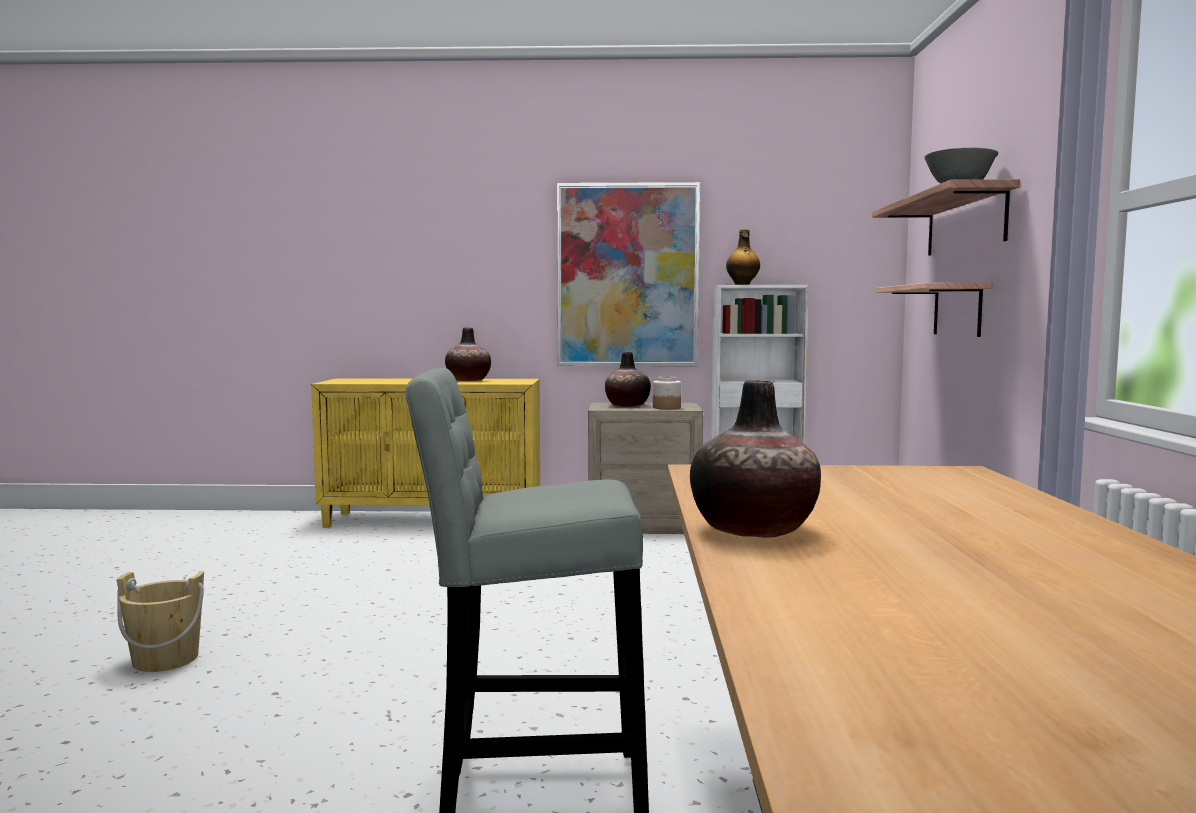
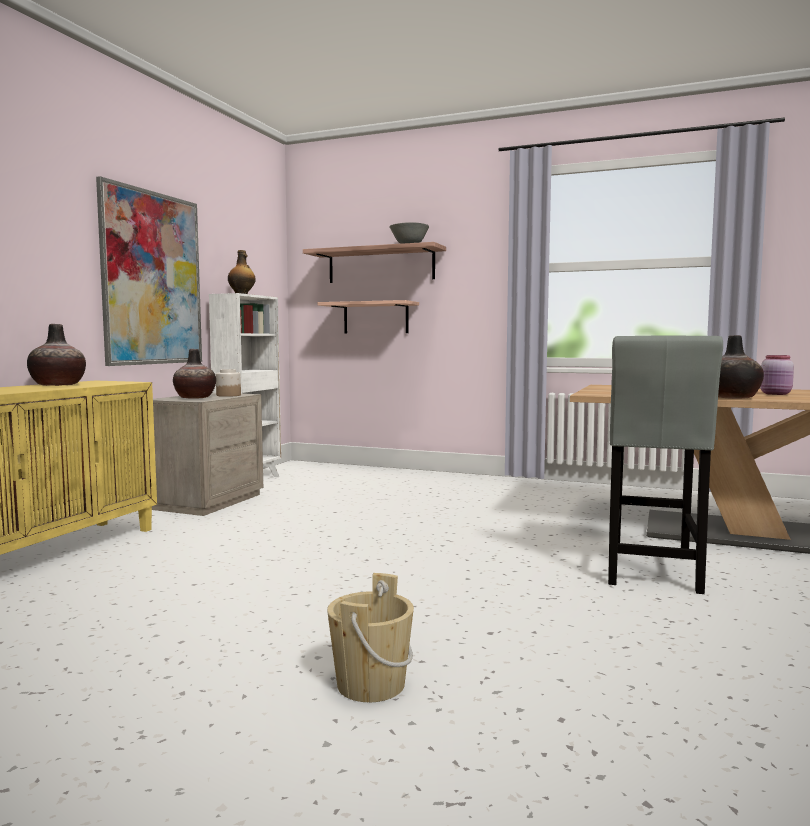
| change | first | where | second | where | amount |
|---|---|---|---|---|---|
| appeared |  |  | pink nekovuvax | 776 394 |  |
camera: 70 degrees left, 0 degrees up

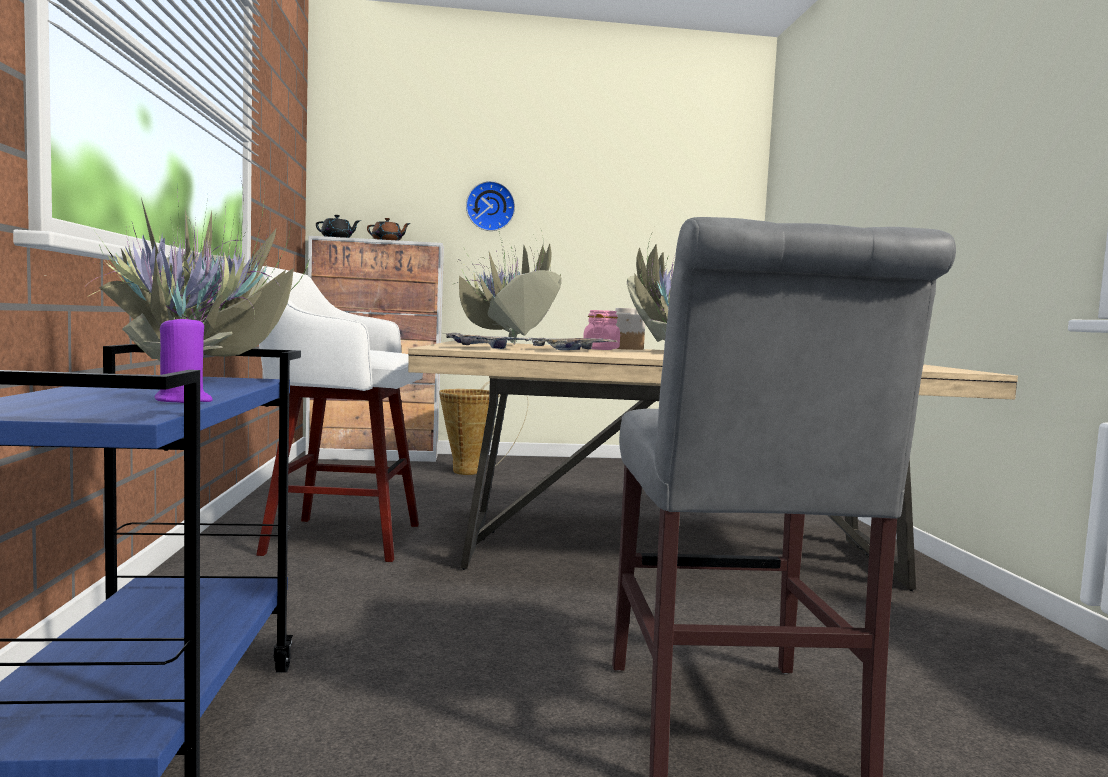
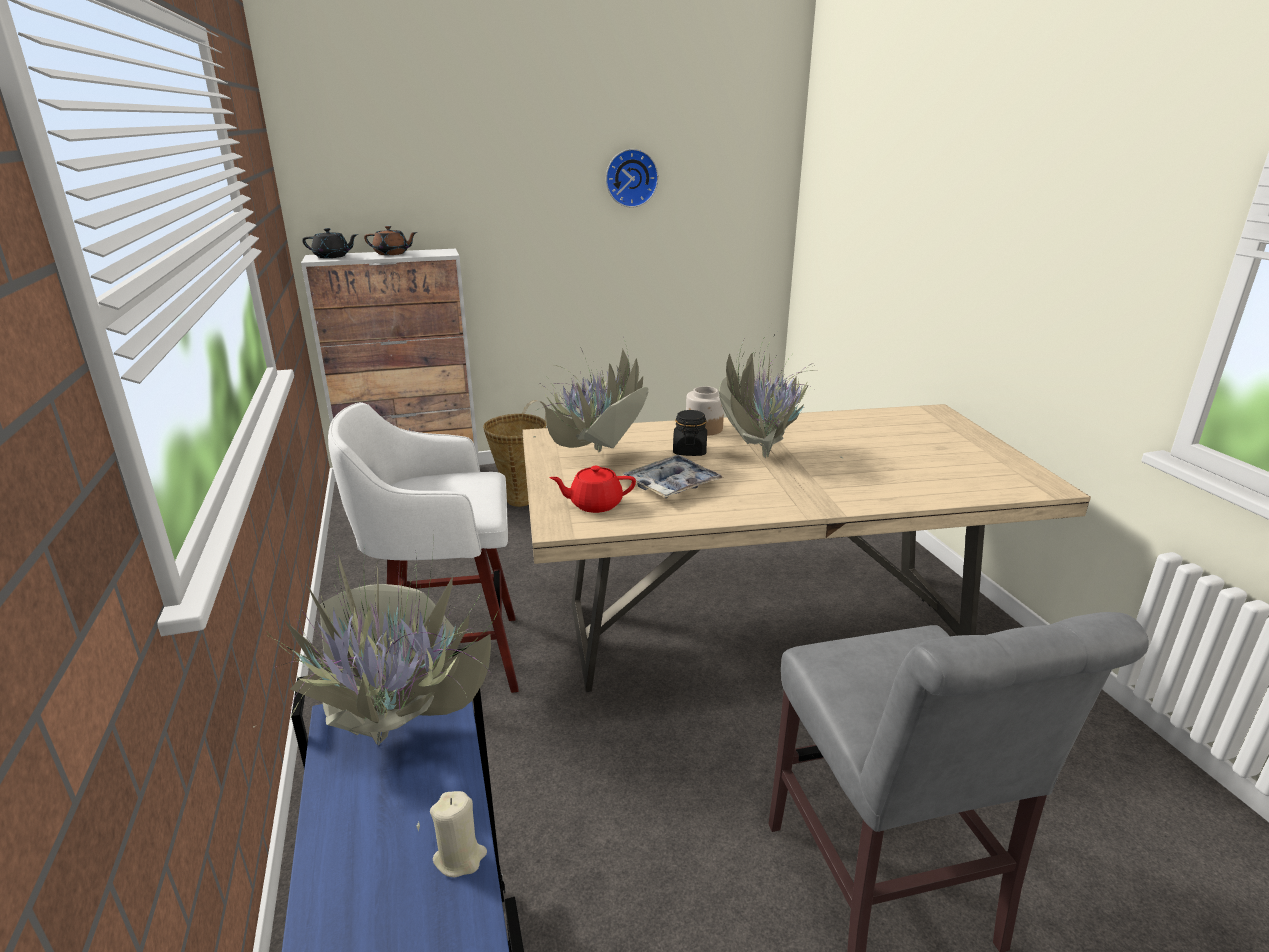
| change | first | where | second | where | amount |
|---|---|---|---|---|---|
| relocated | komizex | 490 206 |  | 630 178 |  |
| exchanged | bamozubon | 485 348 | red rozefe | 595 504 |  |
| colour | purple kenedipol | 183 400 | beige kenedipol | 460 857 |  |
| colour | pink nekovuvax | 601 349 | black nekovuvax | 689 451 |  |
camera: 10 degrees left, 20 degrees up

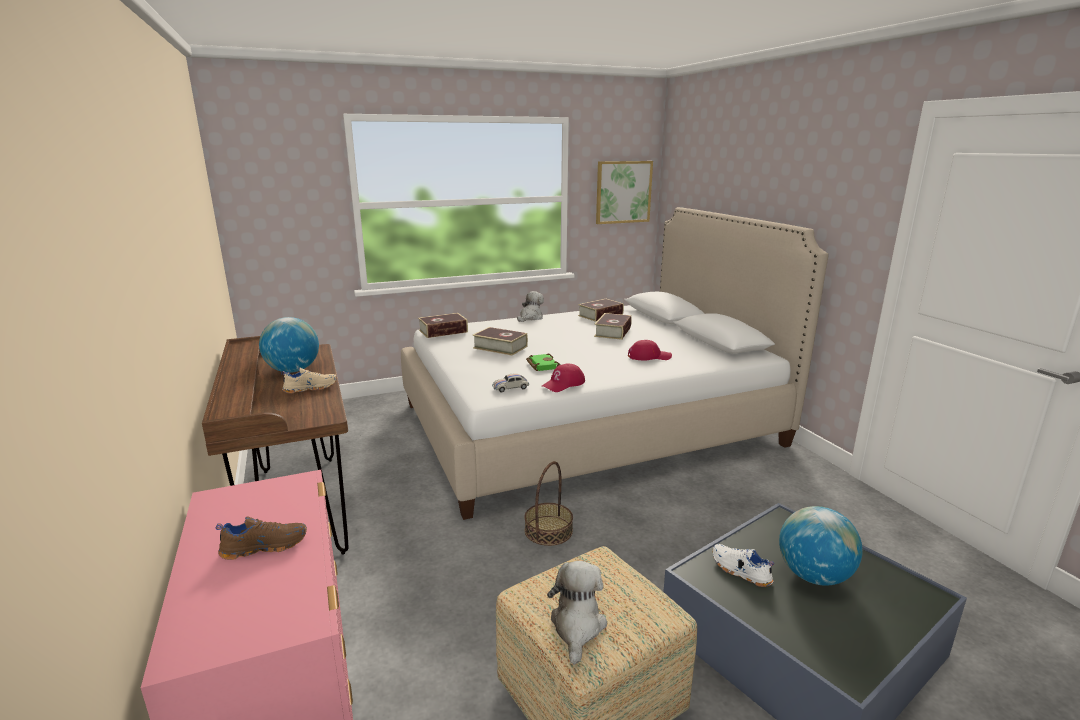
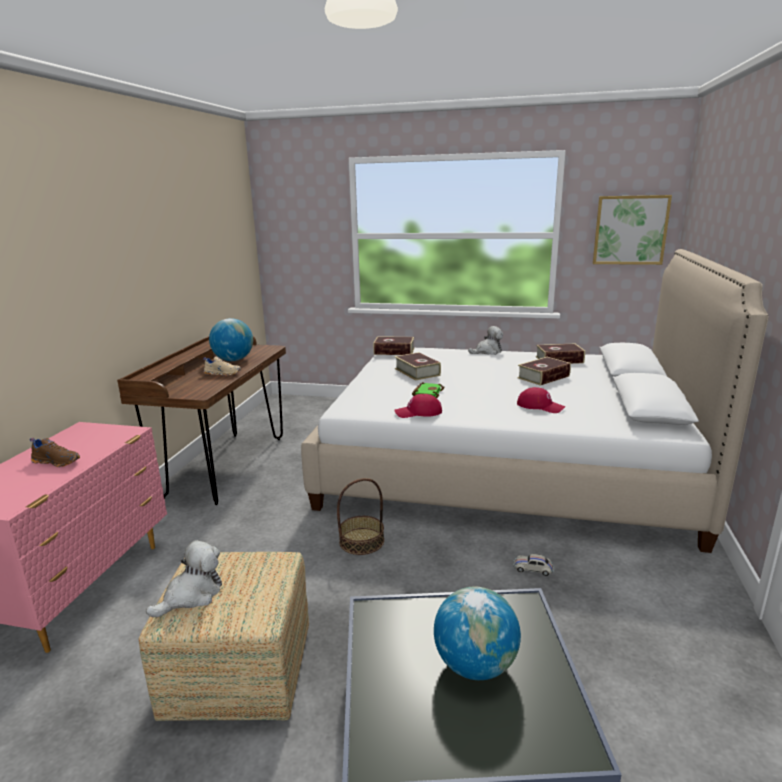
| change | first | where | second | where | amount |
|---|---|---|---|---|---|
| missing | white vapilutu | 740 571 |  |  |  |
| relocated | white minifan | 511 388 |  | 533 569 |  |
camera: 35 degrees right, 0 degrees up

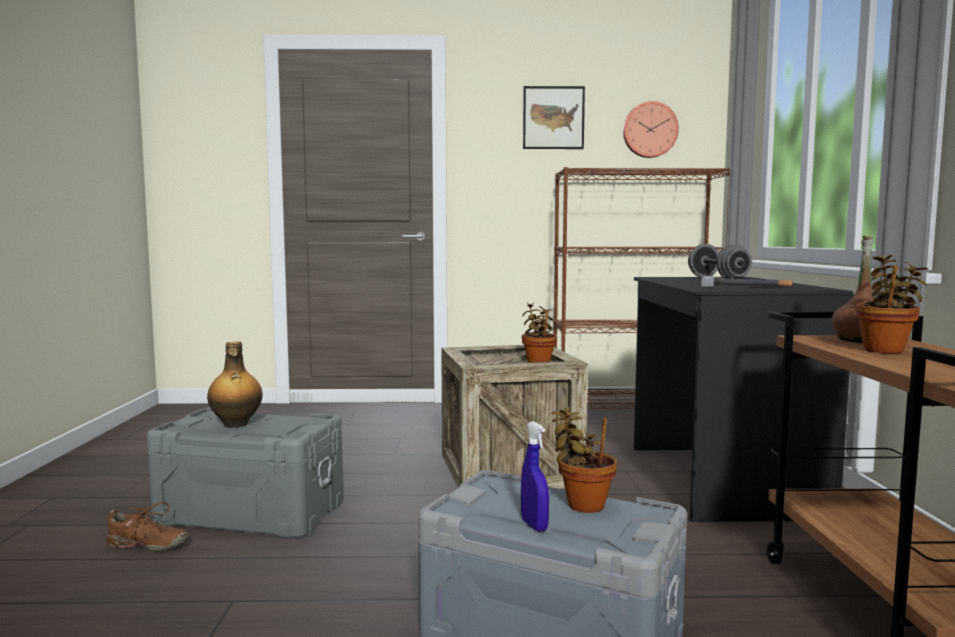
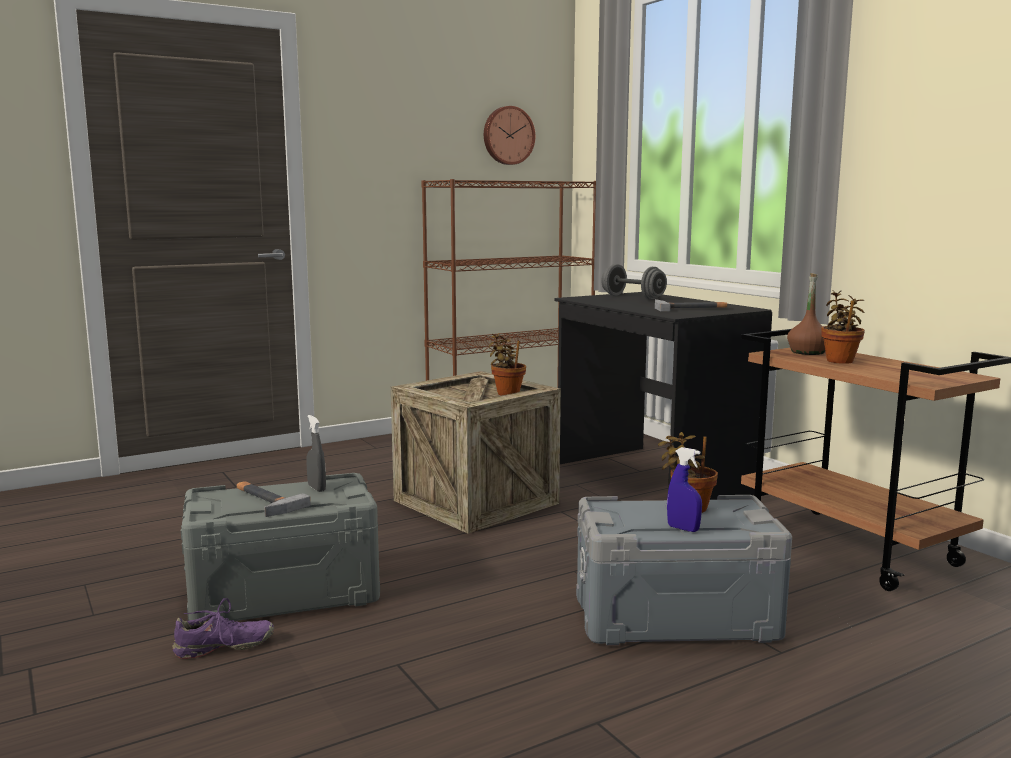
| change | first | where | second | where | amount |
|---|---|---|---|---|---|
| missing | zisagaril | 553 118 |  |  |  |
| appeared |  |  | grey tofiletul | 316 488 |  |
| exchanged | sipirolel | 235 424 | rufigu | 263 500 |  |
| colour | brown vapilutu | 147 545 | purple vapilutu | 224 647 |  |
camera: 30 degrees left, 5 degrees up

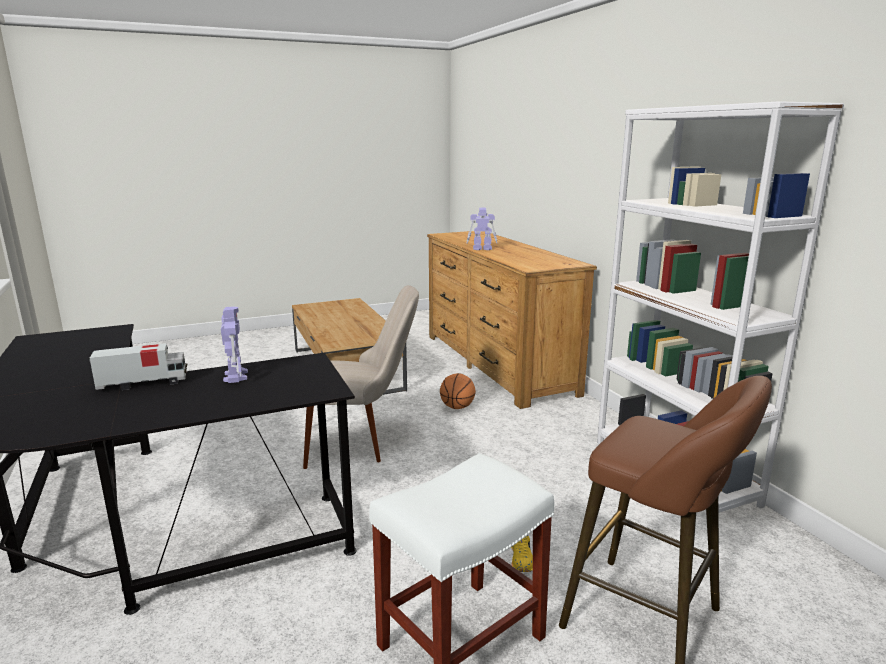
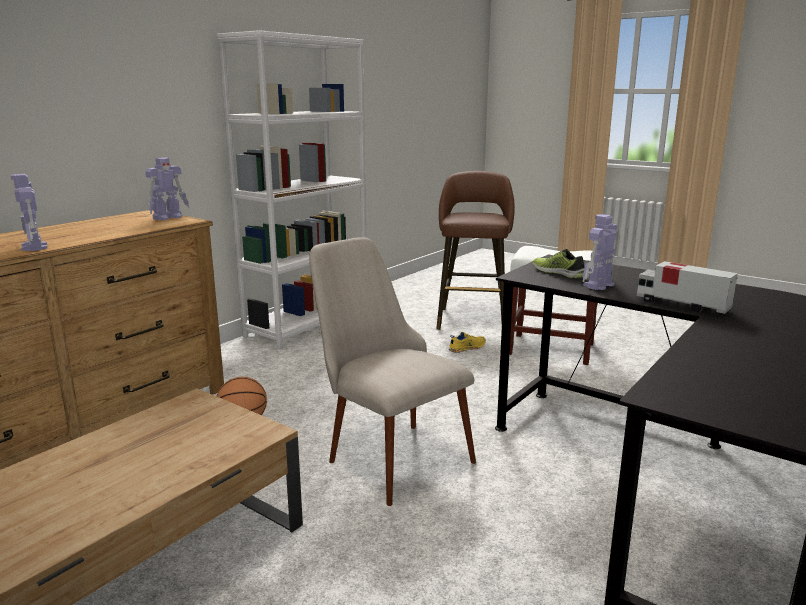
| change | first | where | second | where | amount |
|---|---|---|---|---|---|
| appeared |  |  | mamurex | 168 217 |  |
| appeared |  |  | vapilutu | 559 273 |  |
camera: 120 degrees left, 0 degrees up

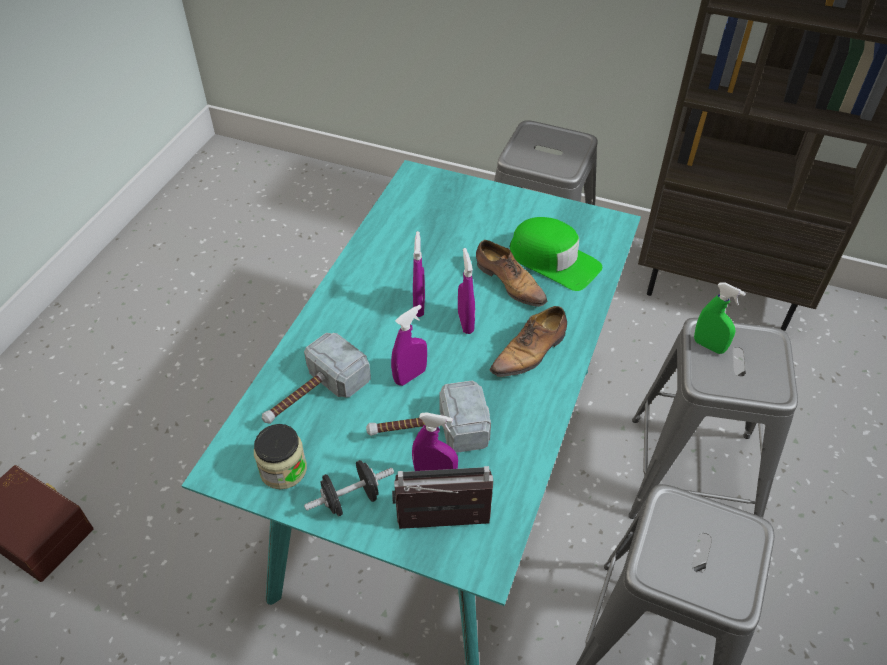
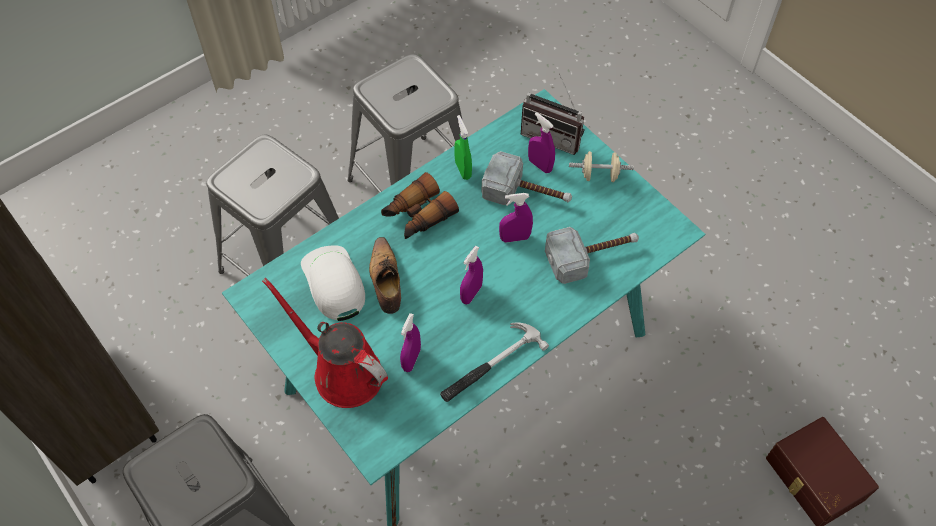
| change | first | where | second | where | amount |
|---|---|---|---|---|---|
| missing | nekovuvax | 283 470 |  |  |  |
| appeared |  |  | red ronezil | 342 371 |  |
| appeared |  |  | rufigu | 490 365 |  |
| relocated | purple tofiletul | 465 322 |  | 411 359 |  |
| relocated | green tofiletul | 709 346 |  | 463 170 |  |
| exchanged | vapilutu | 530 352 | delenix | 418 215 |  |
| colour | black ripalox | 351 499 | beige ripalox | 599 175 |  |
| colour | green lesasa | 553 260 | white lesasa | 334 283 |  |
camera: 150 degrees left, 10 degrees up

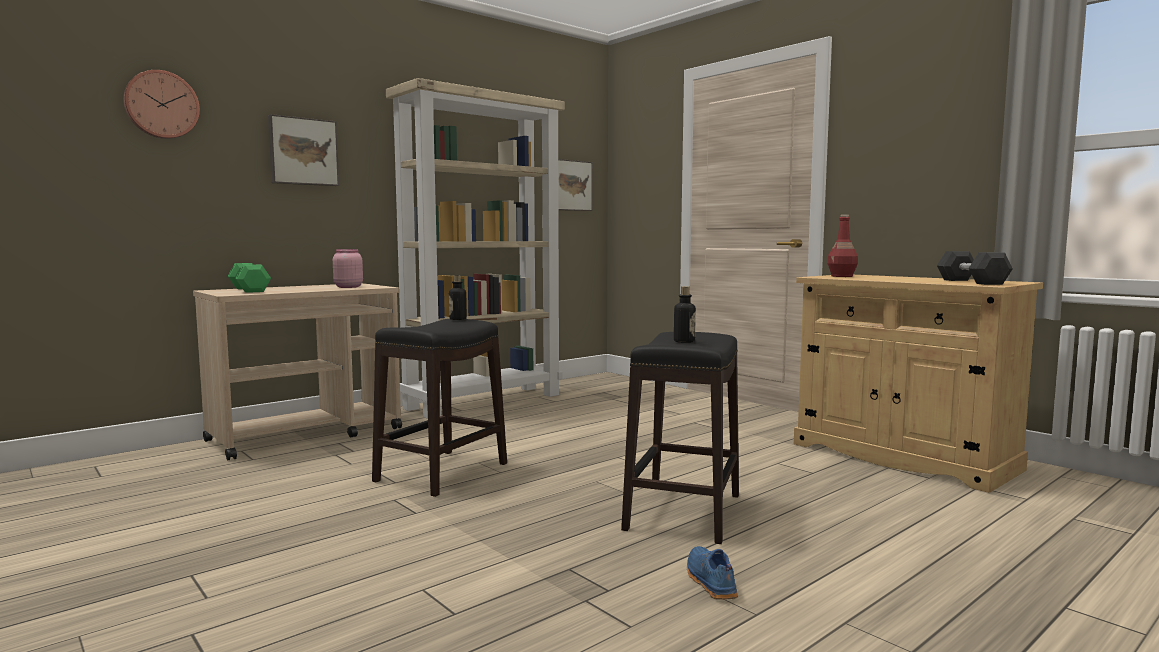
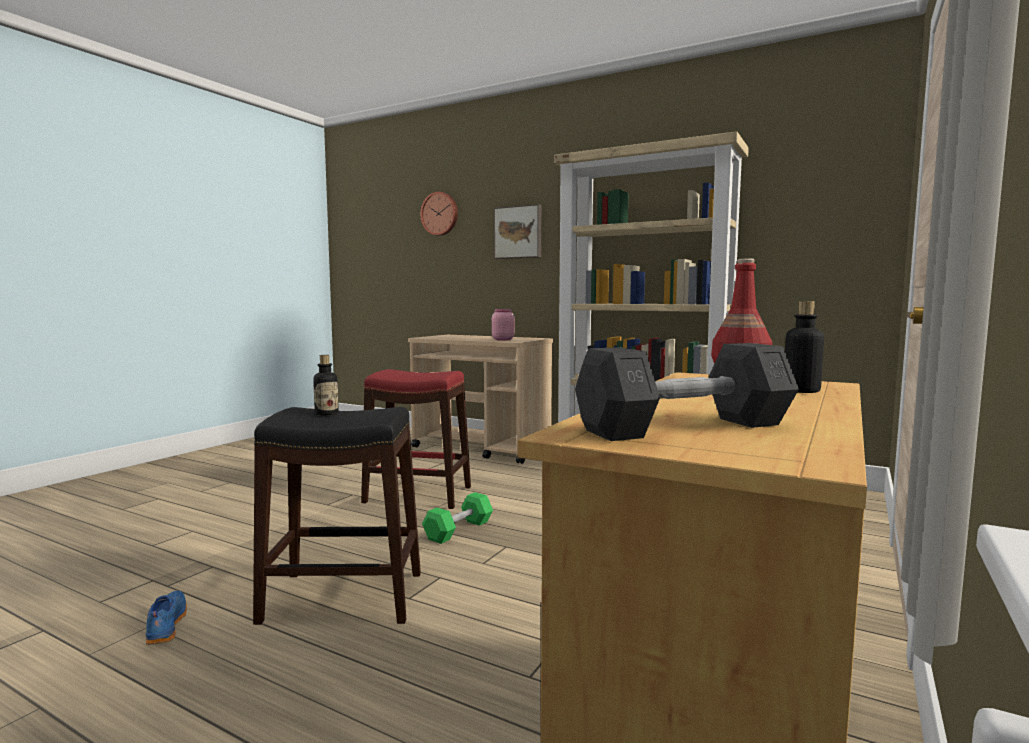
| change | first | where | second | where | amount |
|---|---|---|---|---|---|
| missing | zisagaril | 570 185 |  |  |  |
| relocated | green ripalox | 249 290 |  | 458 530 |  |
| relocated | sipirolel | 458 319 |  | 801 391 |  |
| colour | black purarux | 441 472 | red purarux | 418 494 |  |
| spun | blue vapilutu | 709 582 |  | 165 626 | 75 degrees counterclockwise |
camera: 70 degrees right, 0 degrees up

